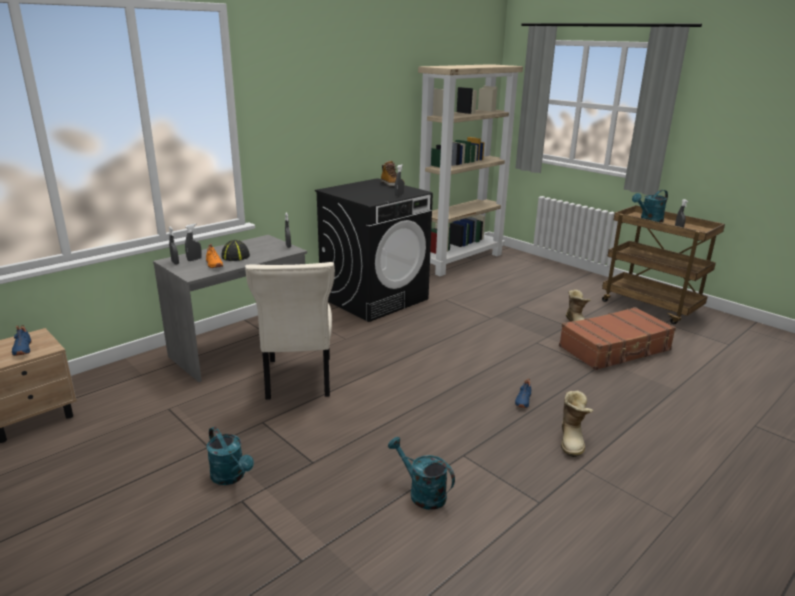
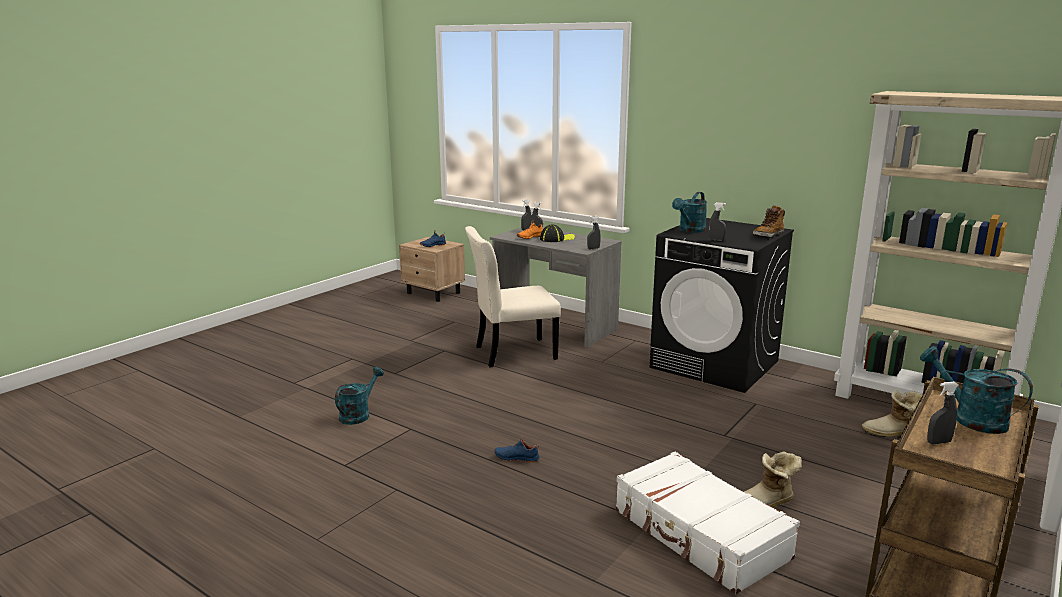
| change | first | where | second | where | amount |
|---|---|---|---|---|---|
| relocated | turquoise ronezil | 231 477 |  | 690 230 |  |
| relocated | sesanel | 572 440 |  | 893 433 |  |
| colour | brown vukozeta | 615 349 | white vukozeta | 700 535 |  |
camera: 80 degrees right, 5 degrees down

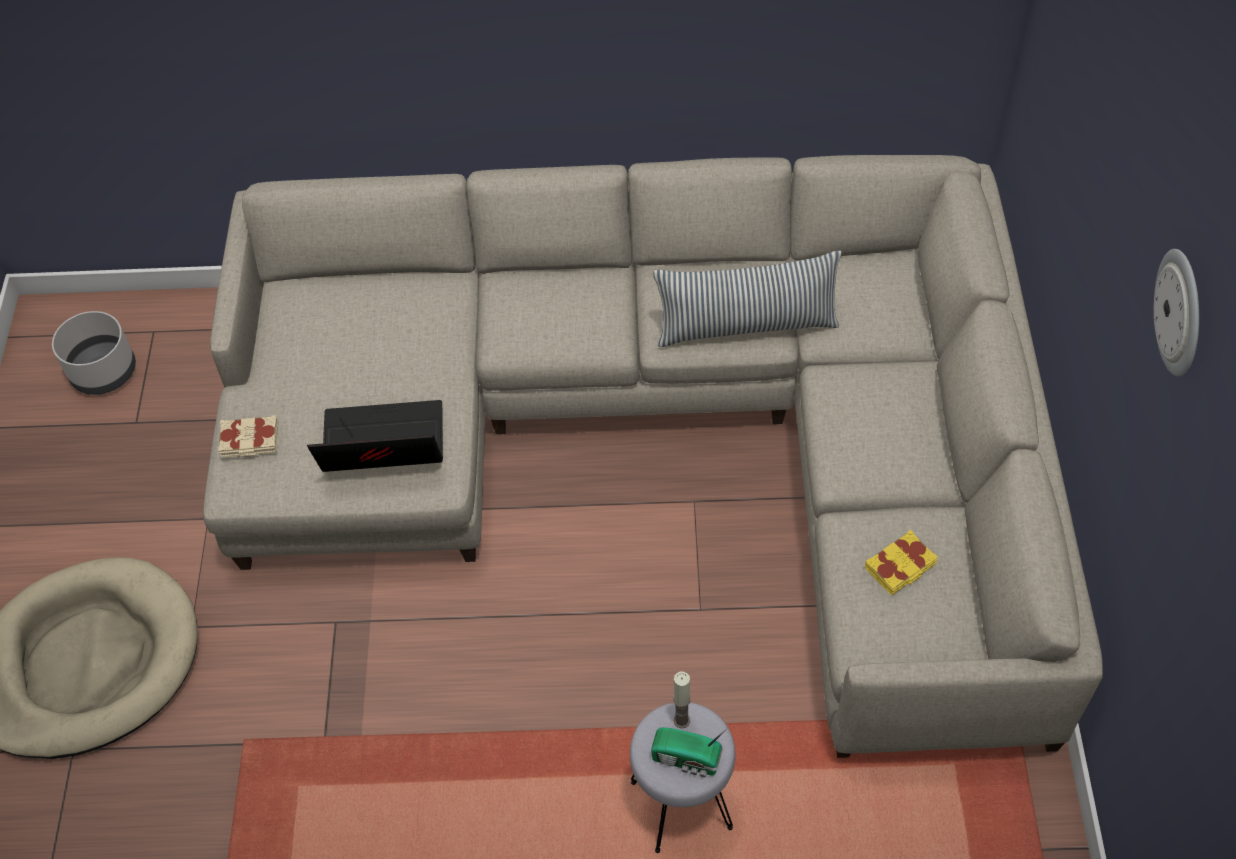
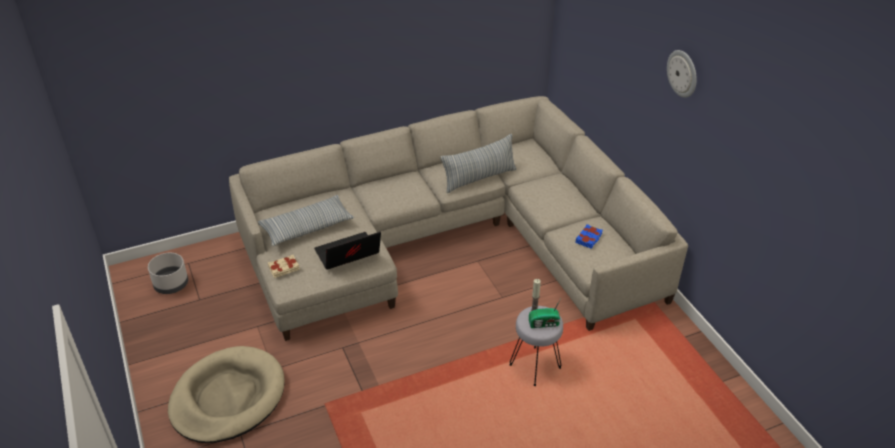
| change | first | where | second | where | amount |
|---|---|---|---|---|---|
| appeared |  |  | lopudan | 307 227 |  |
| colour | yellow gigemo | 900 566 | blue gigemo | 589 238 |  |
camera: 25 degrees left, 15 degrees down

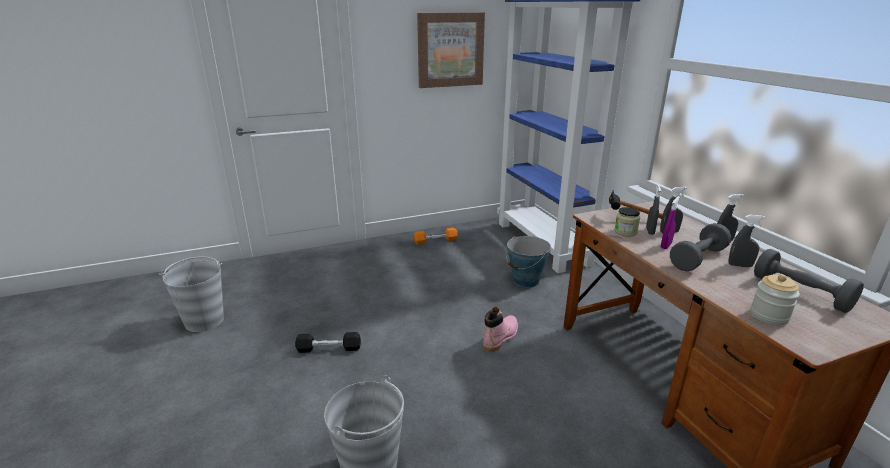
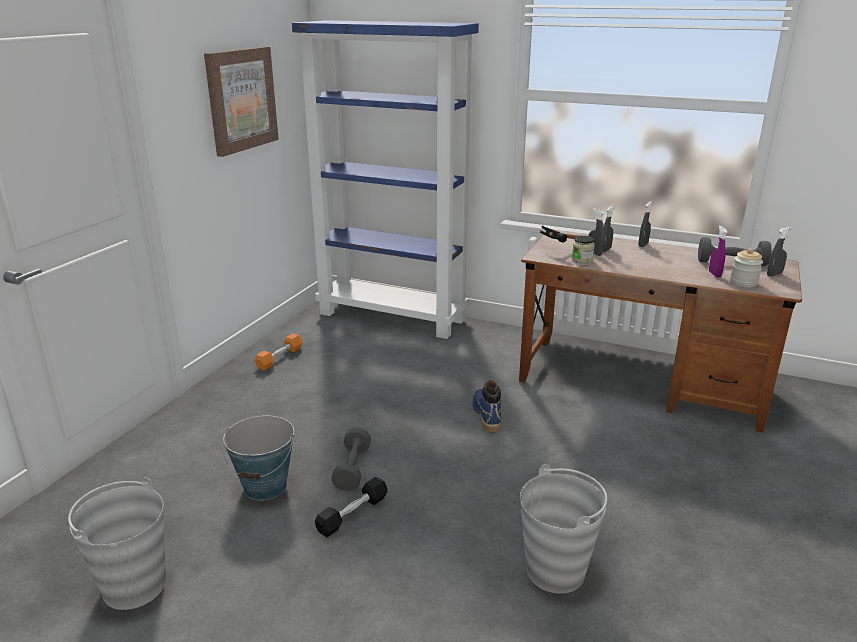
| change | first | where | second | where | amount |
|---|---|---|---|---|---|
| relocated | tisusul | 526 280 |  | 265 487 |  |
| relocated | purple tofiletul | 666 246 |  | 714 274 |  |
| relocated | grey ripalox | 697 259 |  | 352 469 |  |
| relocated | grey tofiletul | 740 265 |  | 774 274 |  |
| colour | pink sesanel | 500 337 | blue sesanel | 486 415 |  |
camera: 45 degrees left, 0 degrees up

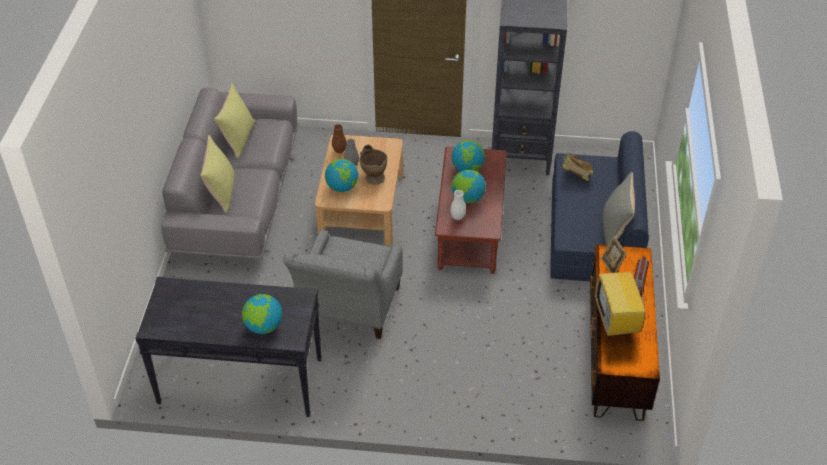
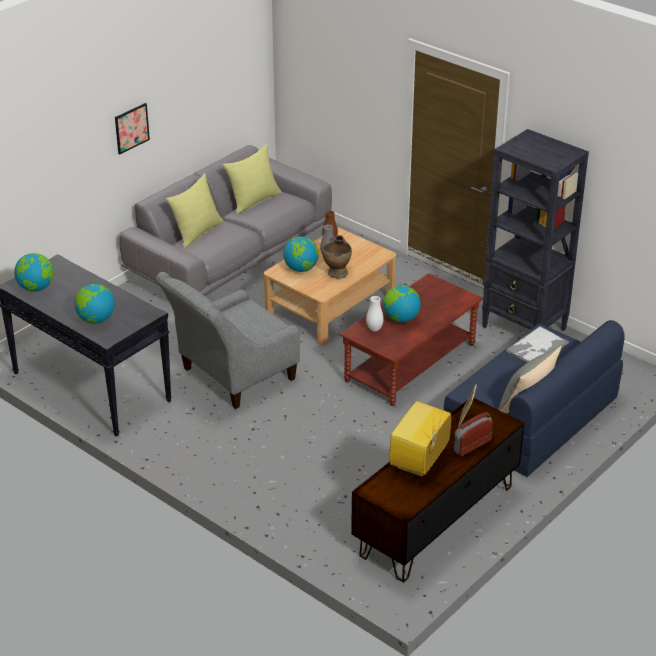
| change | first | where | second | where | amount |
|---|---|---|---|---|---|
| appeared |  |  | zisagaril | 131 128 |  |
| relocated | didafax | 467 168 |  | 36 288 |  |
| exchanged | gigemo | 575 175 | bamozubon | 536 347 |  |
camera: 35 degrees right, 10 degrees down

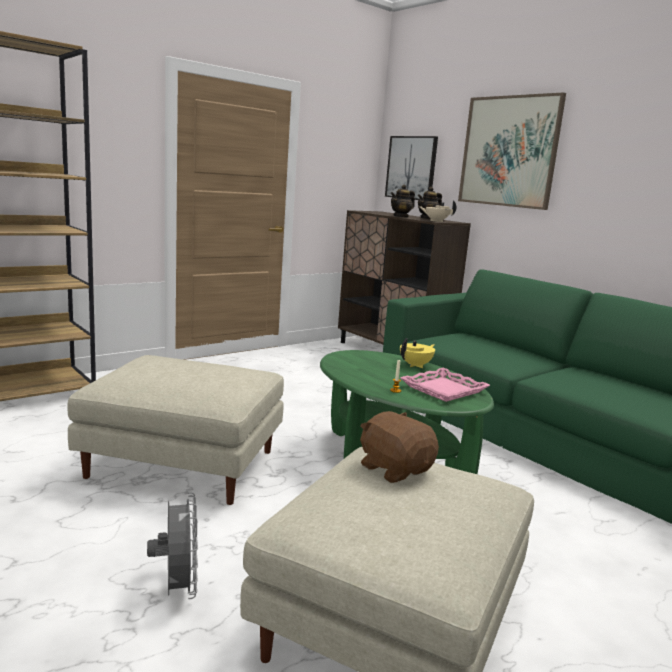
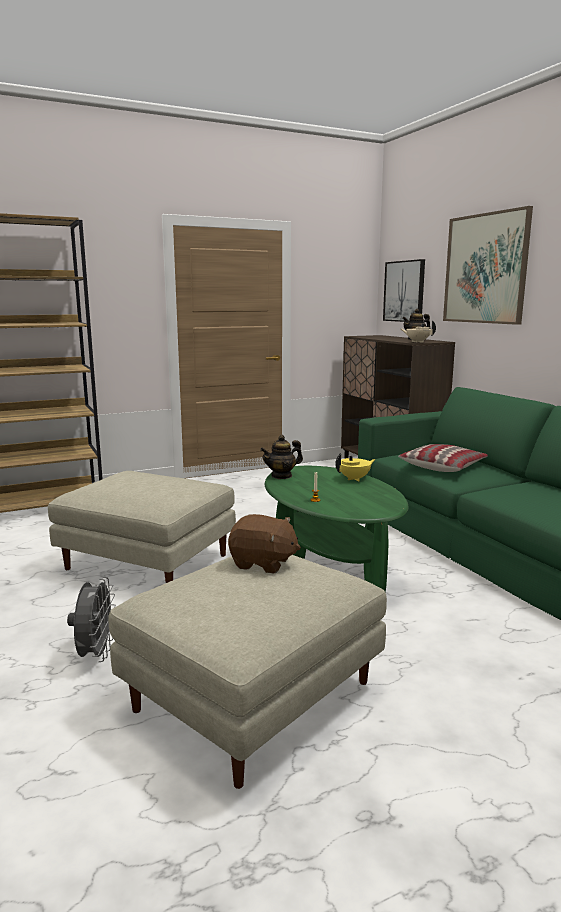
| change | first | where | second | where | amount |
|---|---|---|---|---|---|
| missing | pink bamozubon | 443 389 |  |  |  |
| appeared |  |  | lopudan | 443 466 |  |
| relocated | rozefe | 401 216 |  | 281 476 |  |
| spun | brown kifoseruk | 395 469 |  | 263 563 | 135 degrees clockwise |
camera: 15 degrees right, 0 degrees up

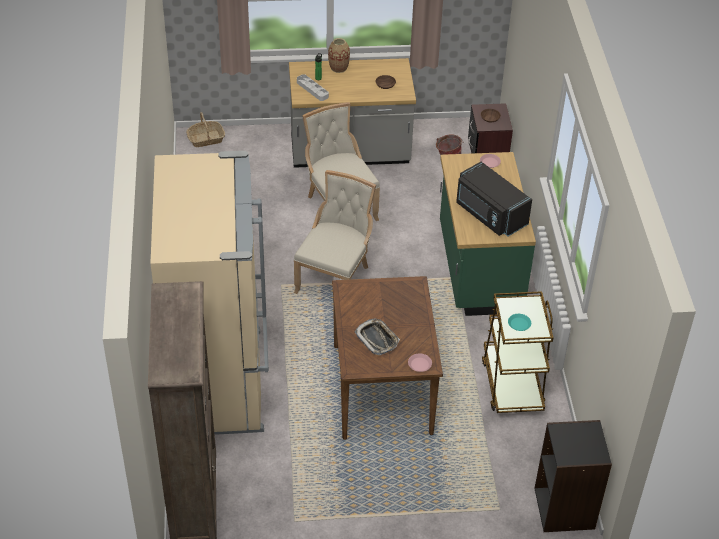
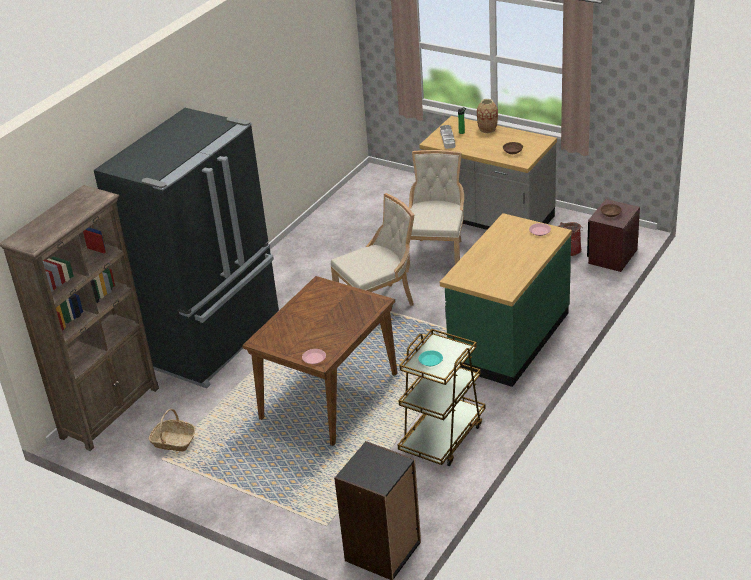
| change | first | where | second | where | amount |
|---|---|---|---|---|---|
| missing | bamozubon | 377 339 |  |  |  |
| missing | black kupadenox | 489 214 |  |  |  |
| relocated | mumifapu | 206 139 |  | 173 441 |  |
| colour | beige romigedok | 220 380 | black romigedok | 214 341 |  |
camera: 40 degrees right, 10 degrees down

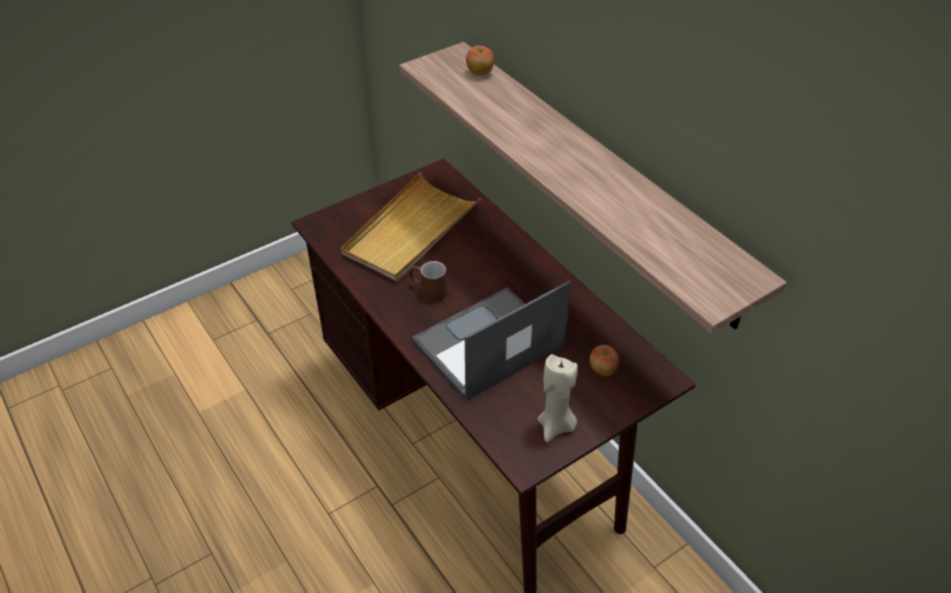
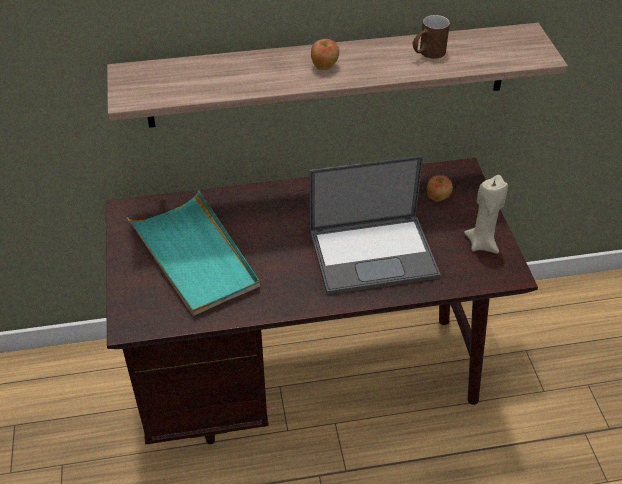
| change | first | where | second | where | amount |
|---|---|---|---|---|---|
| relocated | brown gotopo | 428 291 |  | 427 54 |  |
| relocated | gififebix | 480 73 |  | 325 66 |  |
| colour | beige bamozubon | 410 231 | turquoise bamozubon | 194 256 |  |
| spun | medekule | 487 344 |  | 374 253 | 90 degrees counterclockwise |
camera: 65 degrees left, 0 degrees up

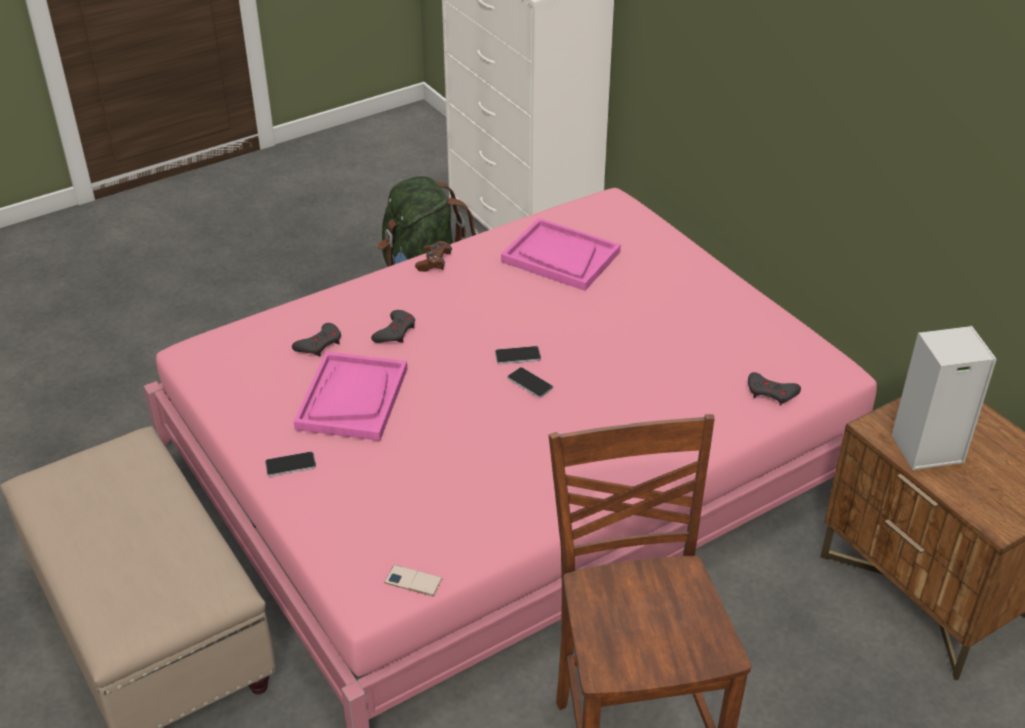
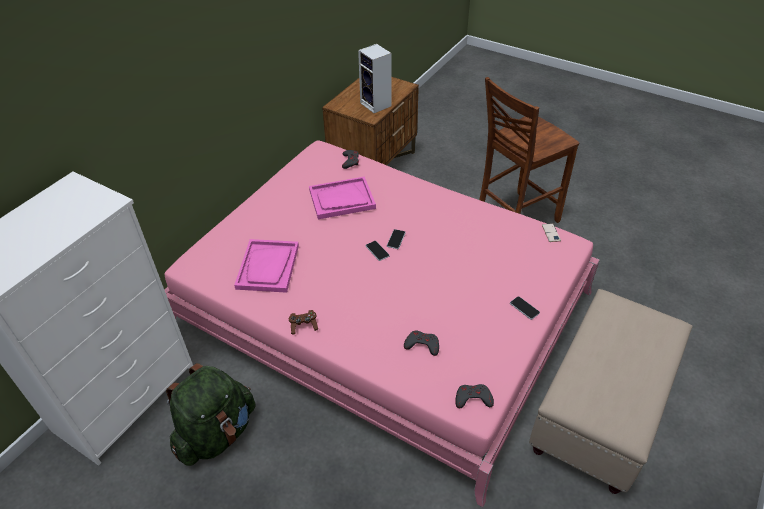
| change | first | where | second | where | amount |
|---|---|---|---|---|---|
| relocated | pink bamozubon | 352 398 |  | 342 199 |  |
| relocated | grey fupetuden | 395 332 |  | 473 398 |  |
camera: 115 degrees left, 5 degrees up

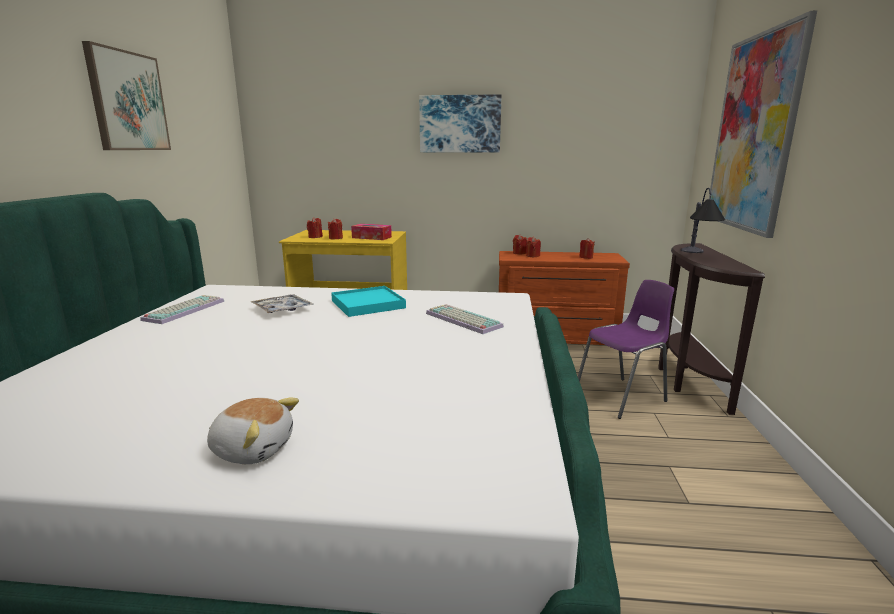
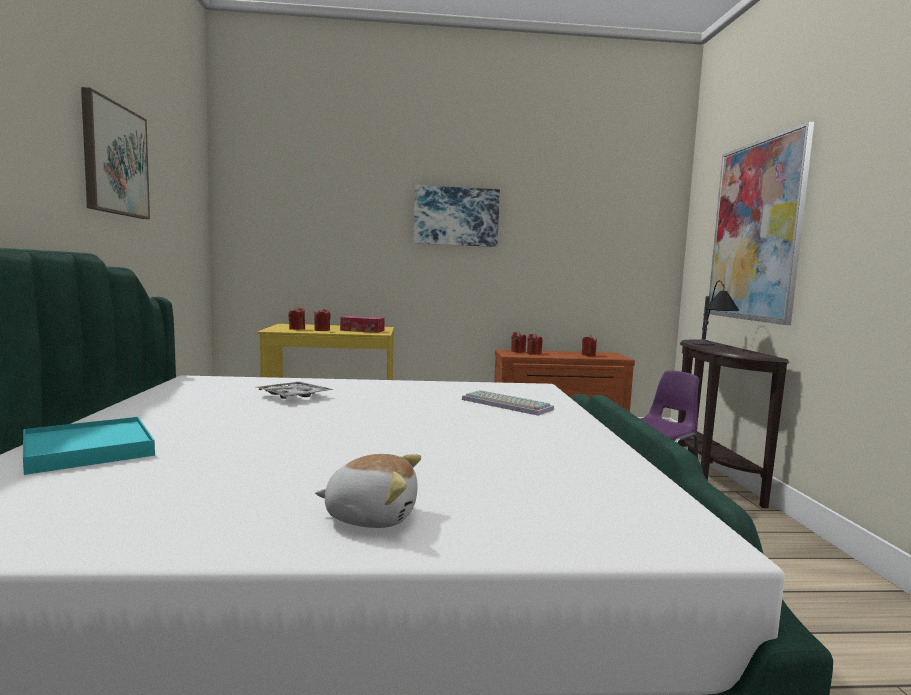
| change | first | where | second | where | amount |
|---|---|---|---|---|---|
| missing | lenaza | 184 310 |  |  |  |
| relocated | turquoise bamozubon | 367 304 |  | 88 450 |  |
camera: 10 degrees left, 10 degrees down

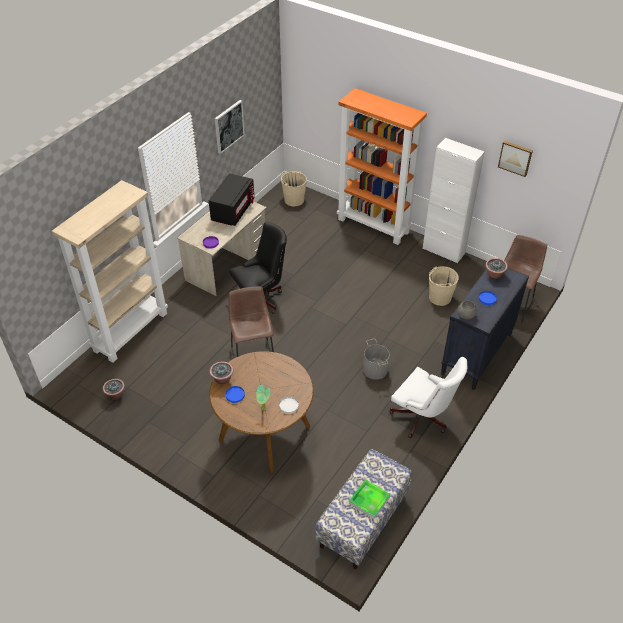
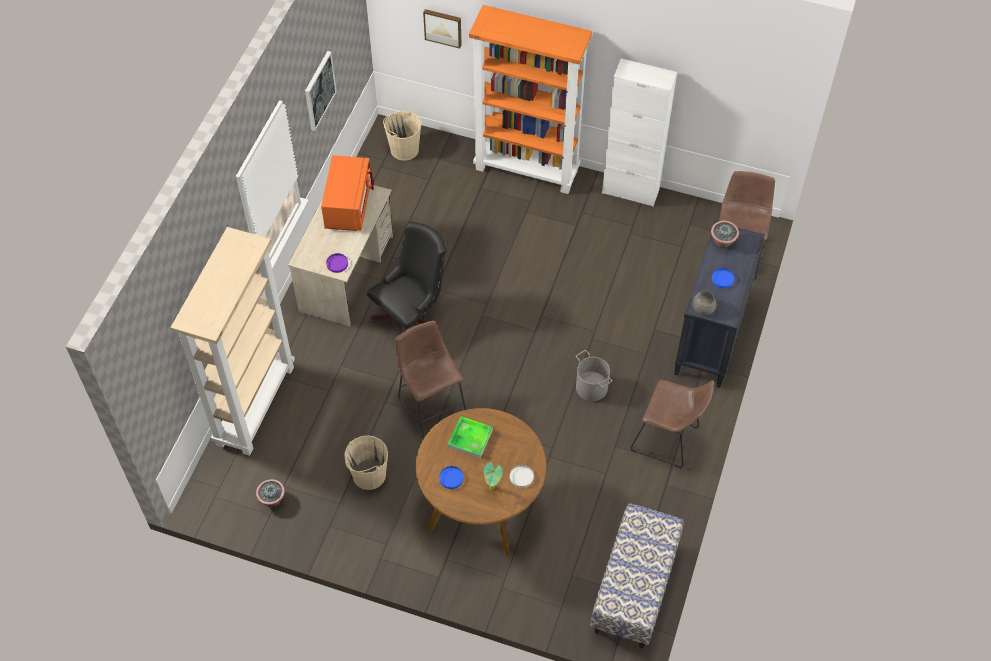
| change | first | where | second | where | amount |
|---|---|---|---|---|---|
| missing | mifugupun | 222 379 |  |  |  |
| relocated | bamozubon | 369 500 |  | 470 438 |  |
| relocated | beige tisusul | 439 297 |  | 369 475 |  |
| relocated | zisagaril | 515 158 |  | 443 27 |  |
| exchanged | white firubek | 423 418 | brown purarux | 668 440 |  |
| colour | black kupadenox | 232 211 | orange kupadenox | 348 205 |  |
camera: 15 degrees left, 10 degrees up

